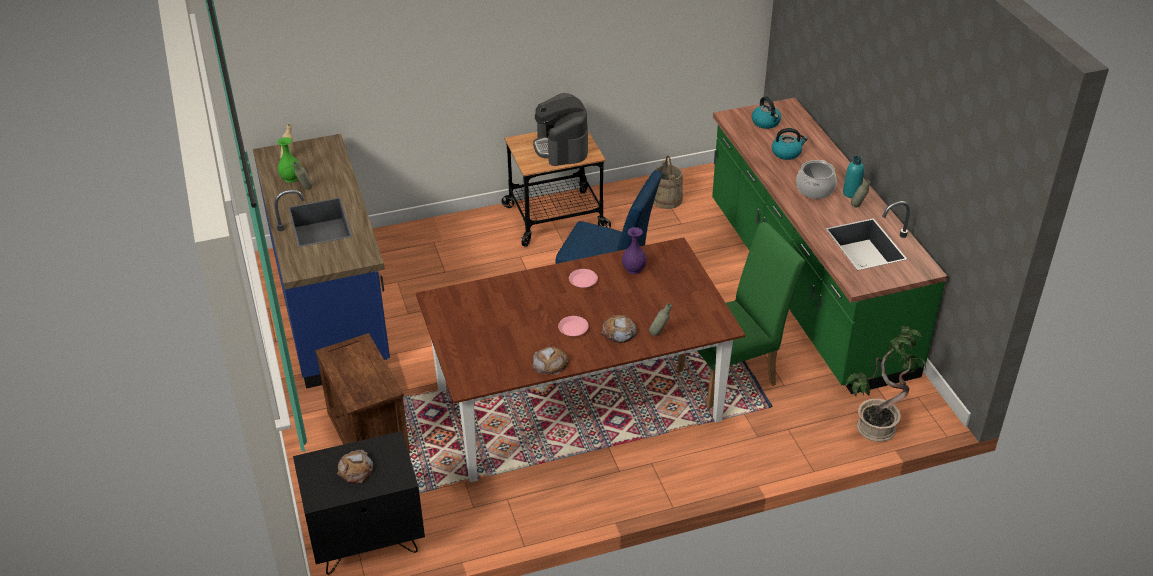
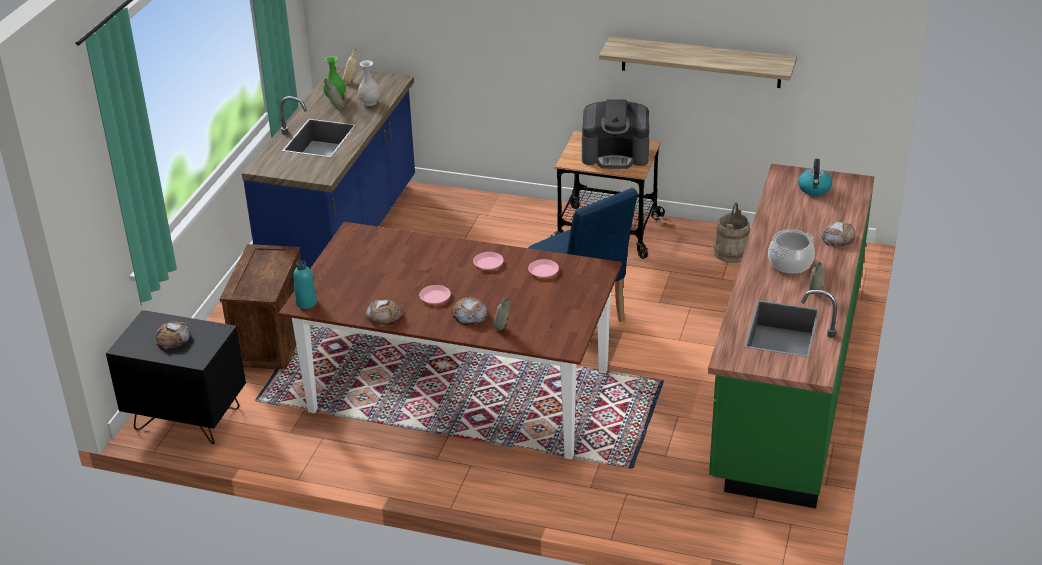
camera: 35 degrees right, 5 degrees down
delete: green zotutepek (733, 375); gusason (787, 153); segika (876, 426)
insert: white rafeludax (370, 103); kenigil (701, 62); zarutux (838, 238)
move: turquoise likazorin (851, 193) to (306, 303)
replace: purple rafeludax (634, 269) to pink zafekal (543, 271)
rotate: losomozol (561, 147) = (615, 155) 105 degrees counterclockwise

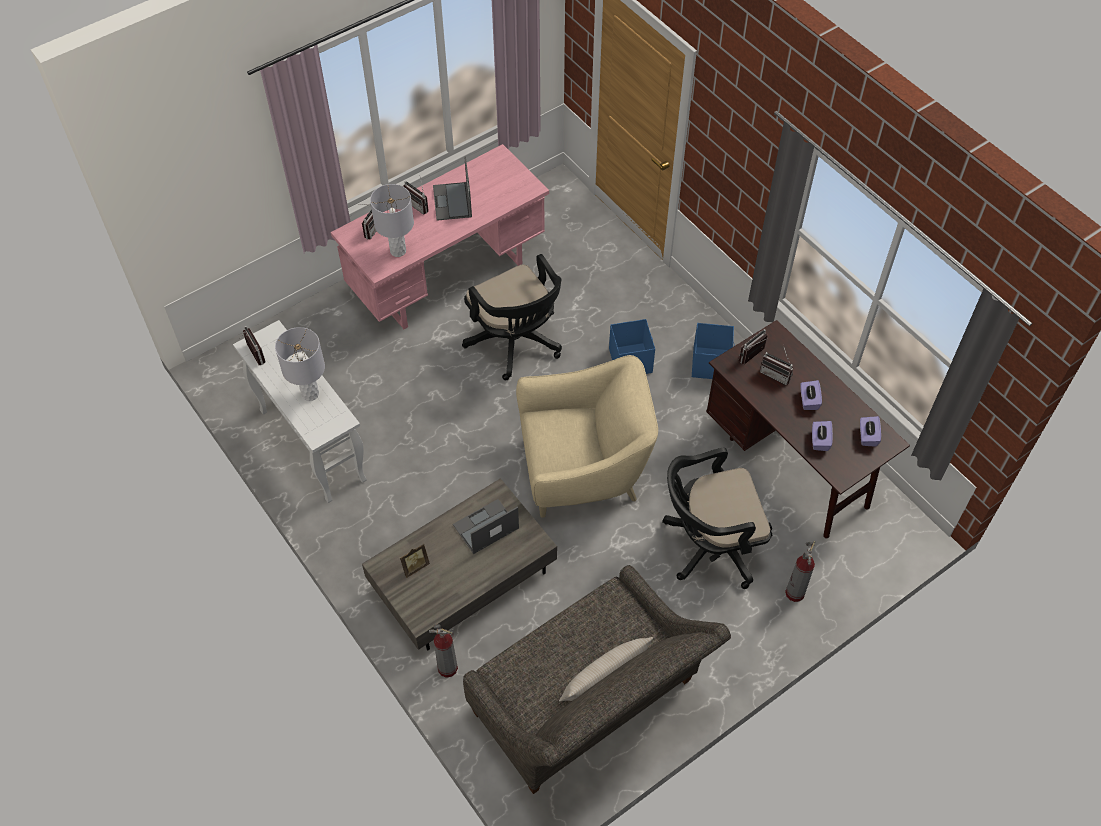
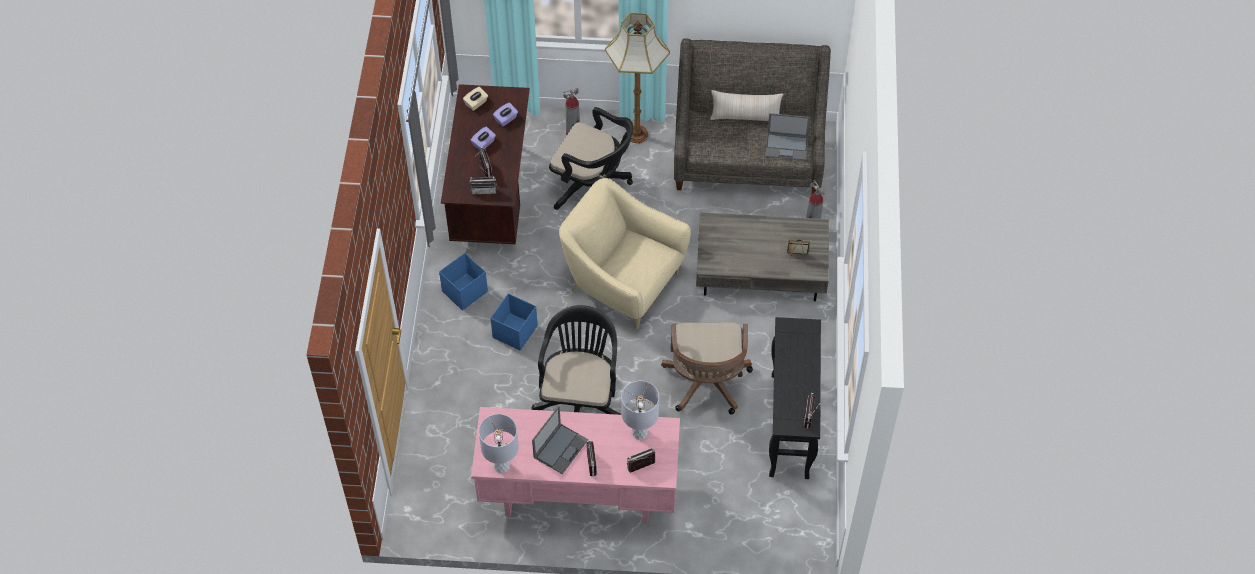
camera: 140 degrees left, 0 degrees up
insert: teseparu (636, 133); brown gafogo (706, 385)
move: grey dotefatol (310, 394) to (501, 466); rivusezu (485, 527) to (787, 146)
recolor: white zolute (311, 445) to black zolute (790, 426); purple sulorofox (867, 436) to beige sulorofox (476, 103)

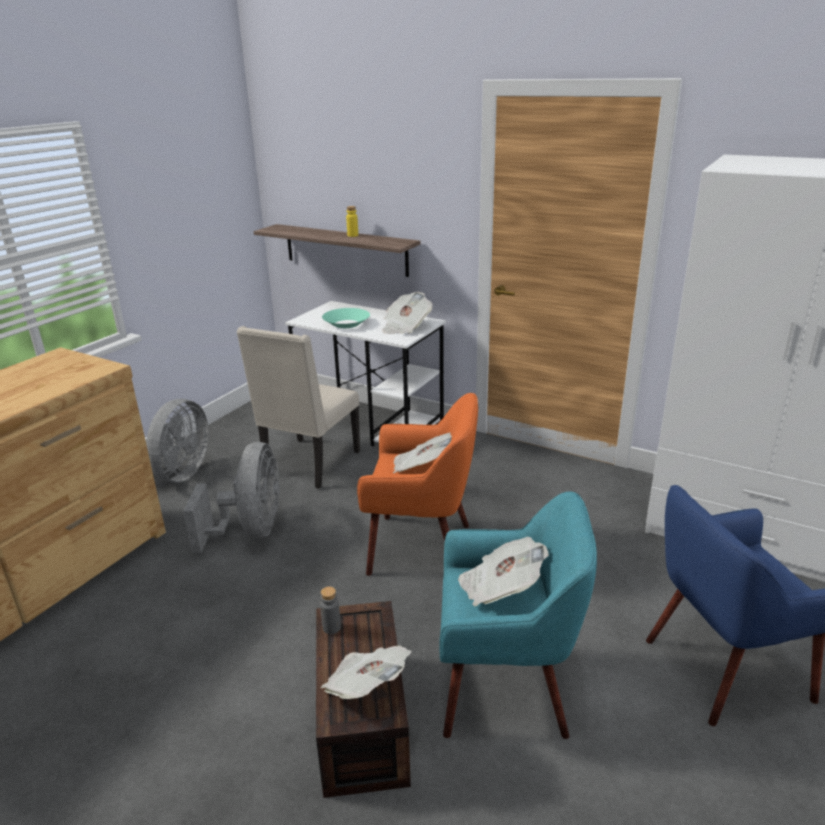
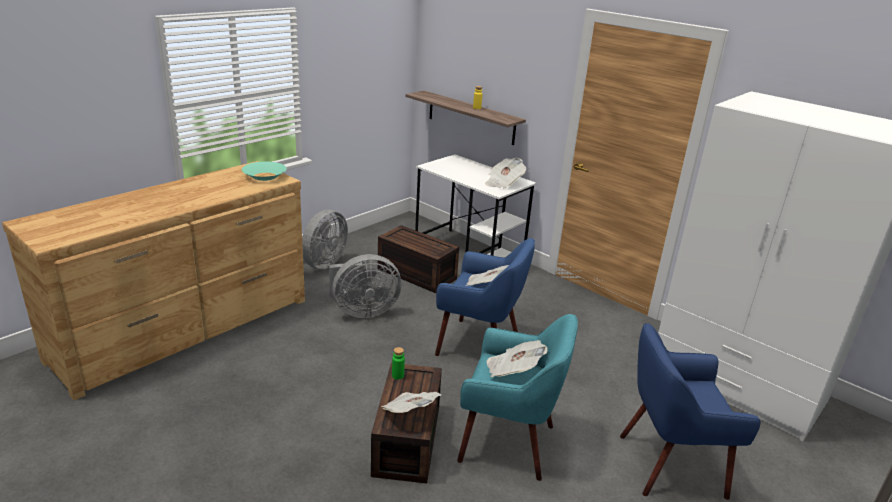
camera: 10 degrees right, 0 degrees up
move: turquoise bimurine (346, 324) to (264, 176)
replace: beige zotutepek (309, 464) to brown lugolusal (415, 274)
recolor: grey likazorin (331, 627) to green likazorin (398, 375); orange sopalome (421, 548) to blue sopalome (479, 345)
rotate: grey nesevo (251, 531) = (362, 311) 60 degrees clockwise

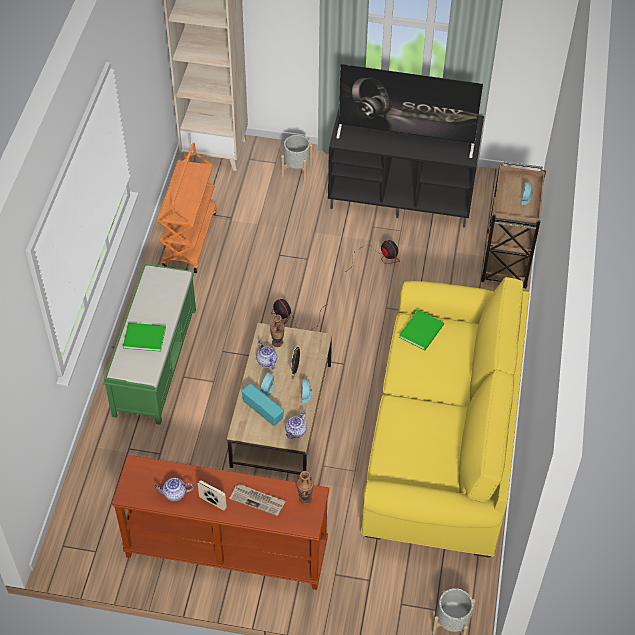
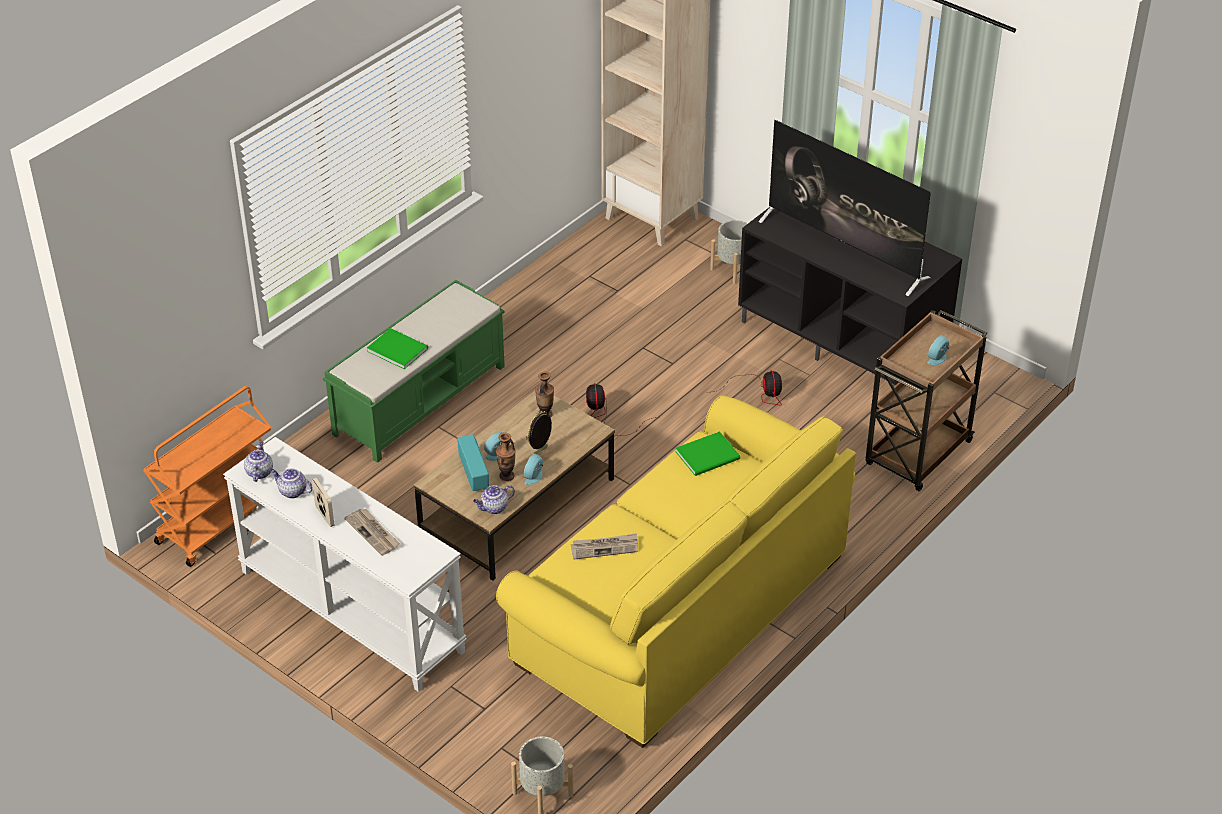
camera: 30 degrees right, 10 degrees down
insert: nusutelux (605, 547)
move: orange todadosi (189, 238) to (220, 520); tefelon (266, 361) to (259, 472); rafeludax (305, 499) to (506, 476)
recolor: brown zolute (225, 551) to white zolute (349, 611)

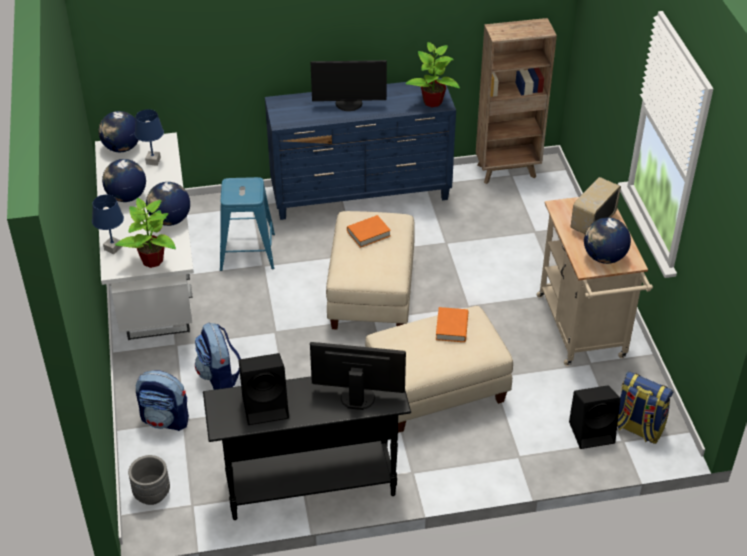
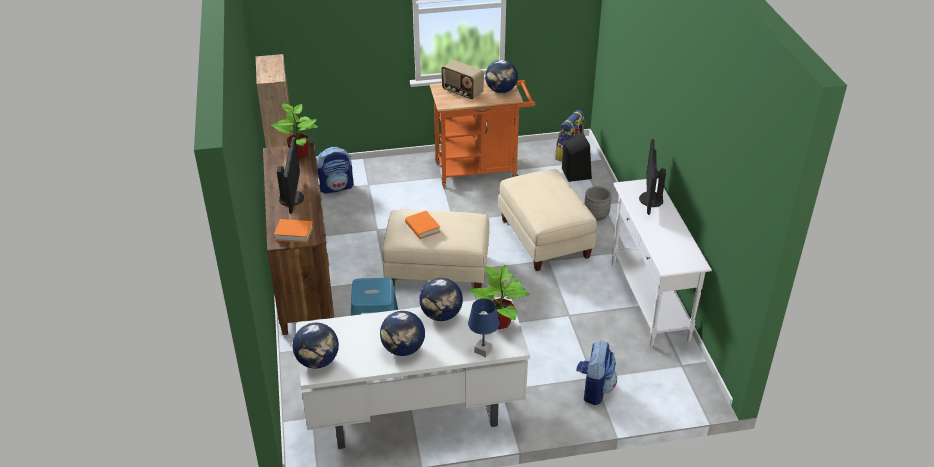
camera: 90 degrees left, 5 degrees down
delete: blue dotefatol (153, 161); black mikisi (266, 406)
move: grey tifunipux (152, 494) to (596, 215); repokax (219, 376) to (336, 187); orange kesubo (452, 327) to (294, 233)
recolor: black zolute (310, 486) to white zolute (649, 301); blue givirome (361, 195) to brown givirome (304, 277); beige todadosi (583, 332) to orange todadosi (481, 170)

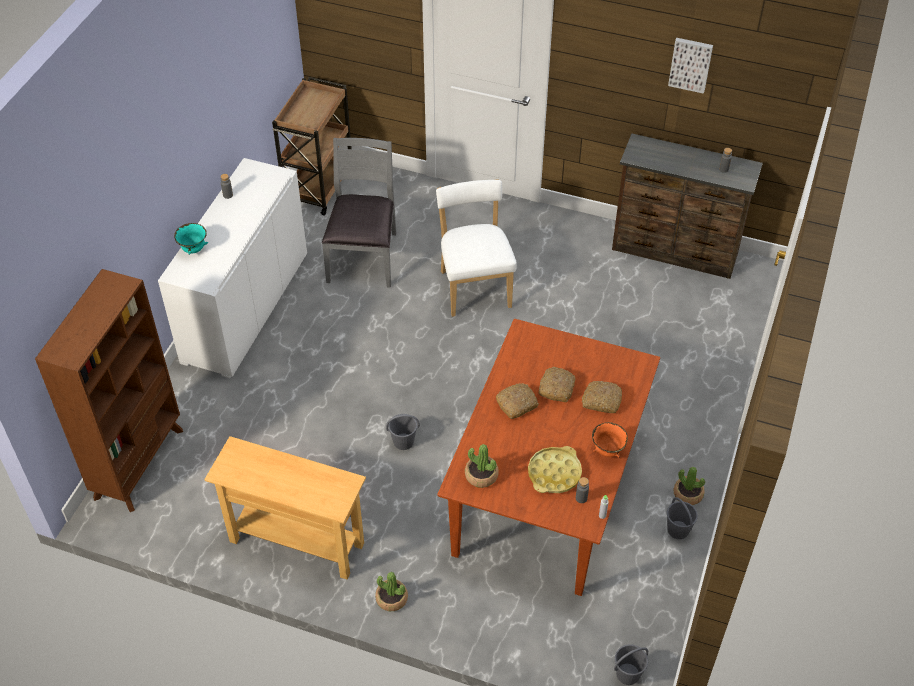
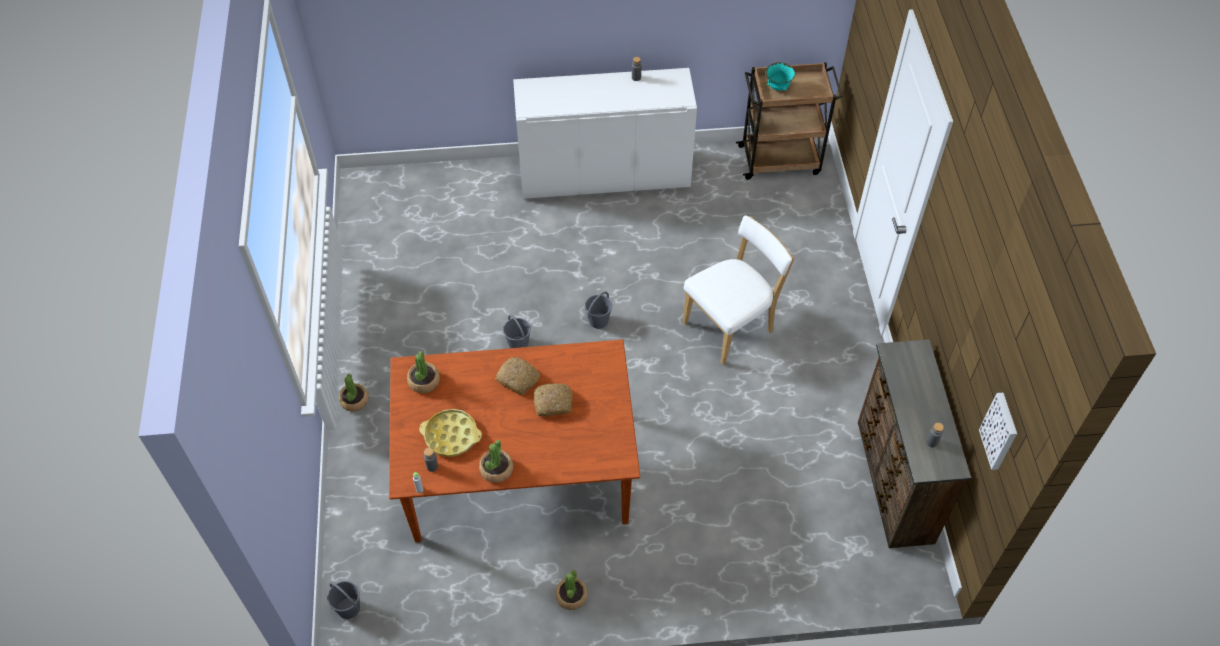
camera: 65 degrees right, 5 degrees up
delete: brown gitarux (140, 463); beige zolute (296, 542); grey zotutepek (364, 257); zarutux (601, 401)
move: turquoise bimurine (193, 249) to (778, 87); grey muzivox (678, 530) to (598, 321); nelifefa (690, 64) to (1001, 431)
replace: orange bimurine (607, 451) to segika (496, 469)

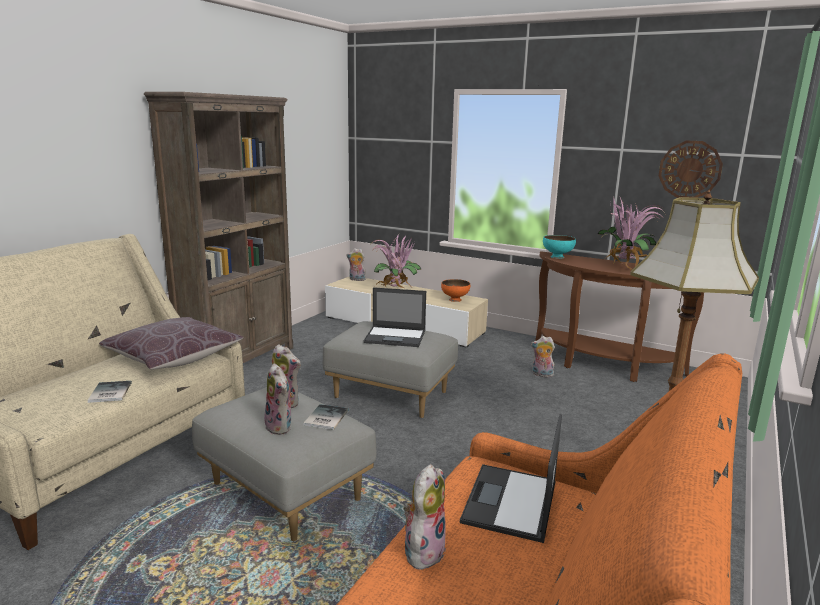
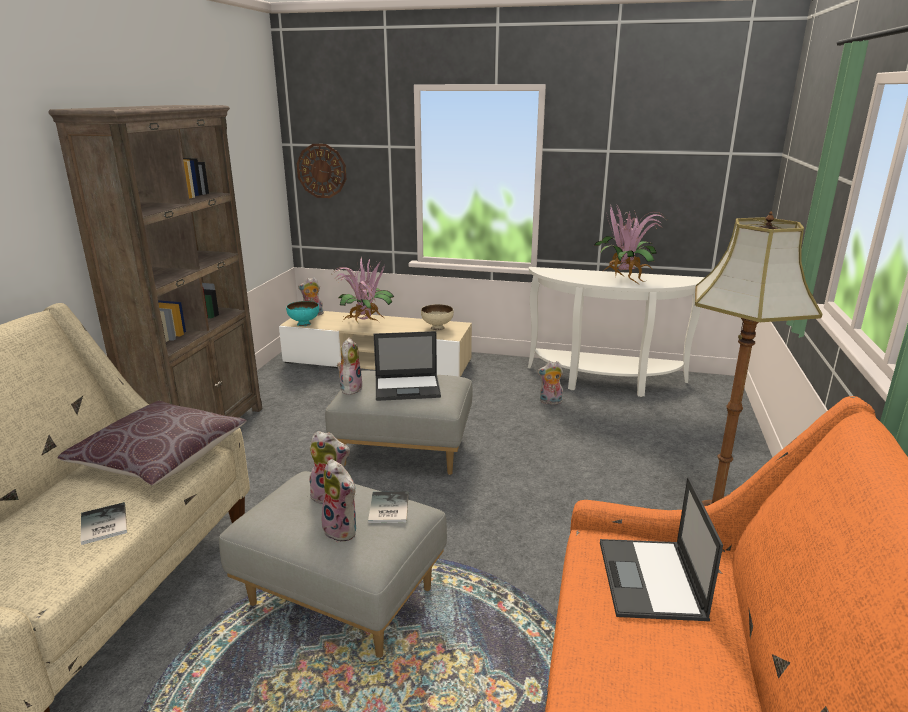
camera: 15 degrees left, 5 degrees up
move: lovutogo (423, 550) to (350, 388); turquoise bimurine (557, 257) to (304, 324); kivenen (689, 170) to (321, 171)
recolor: orange bimurine (455, 299) to beige bimurine (437, 328); brown zolute (603, 366) to white zolute (605, 382)

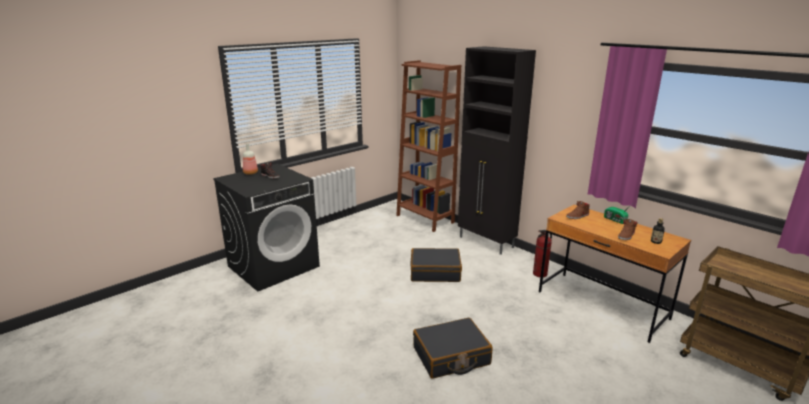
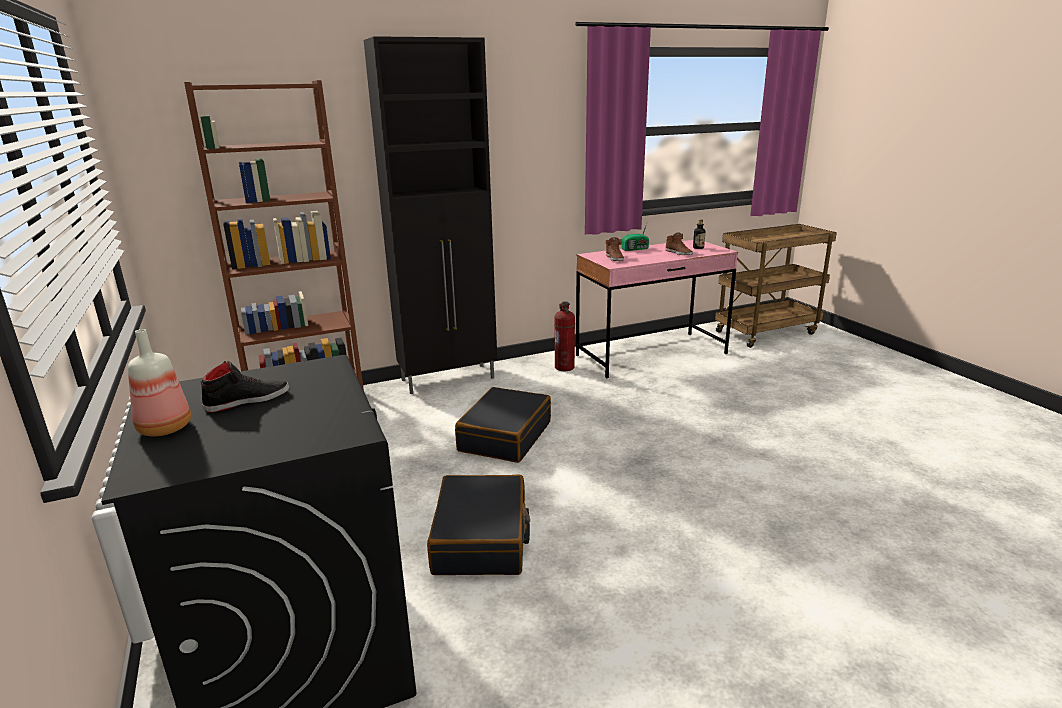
camera: 70 degrees left, 0 degrees up
move: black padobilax (451, 356) to (482, 539)
recolor: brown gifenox (602, 305) to pink gifenox (651, 355)

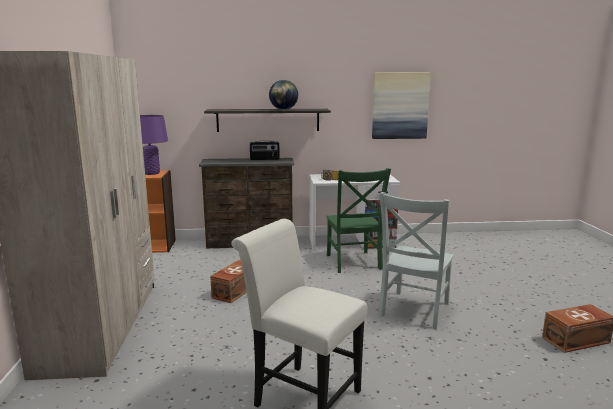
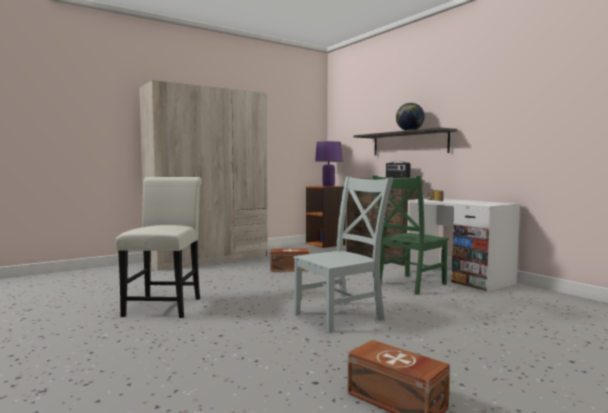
camera: 60 degrees right, 10 degrees down
delete: nelifefa (400, 105)
rotate: grey zotutepek (413, 311) = (341, 316) 150 degrees clockwise

